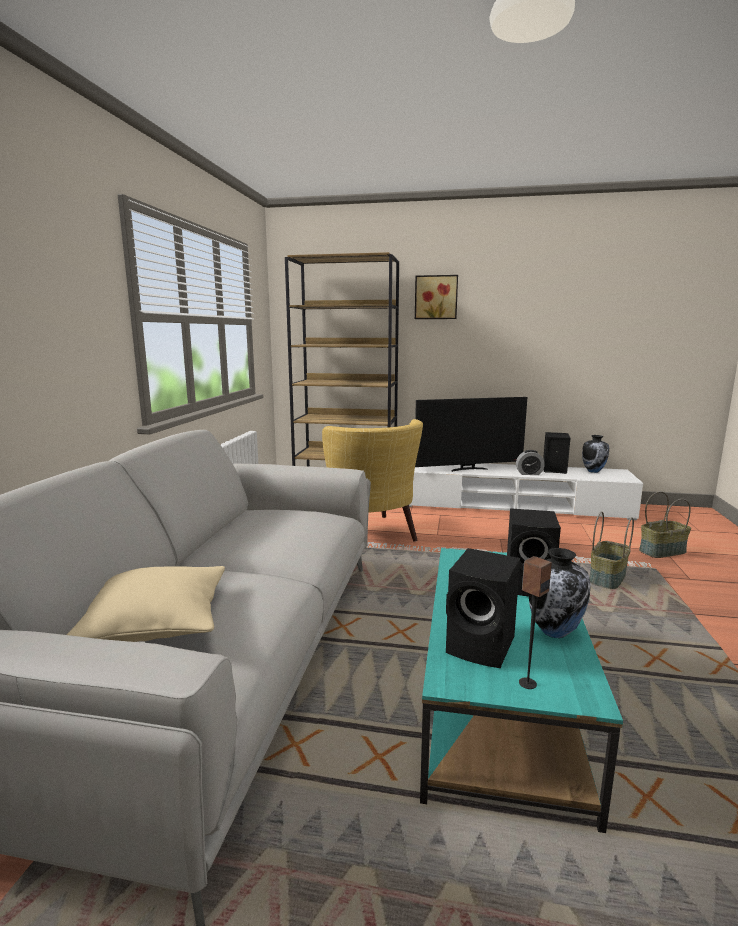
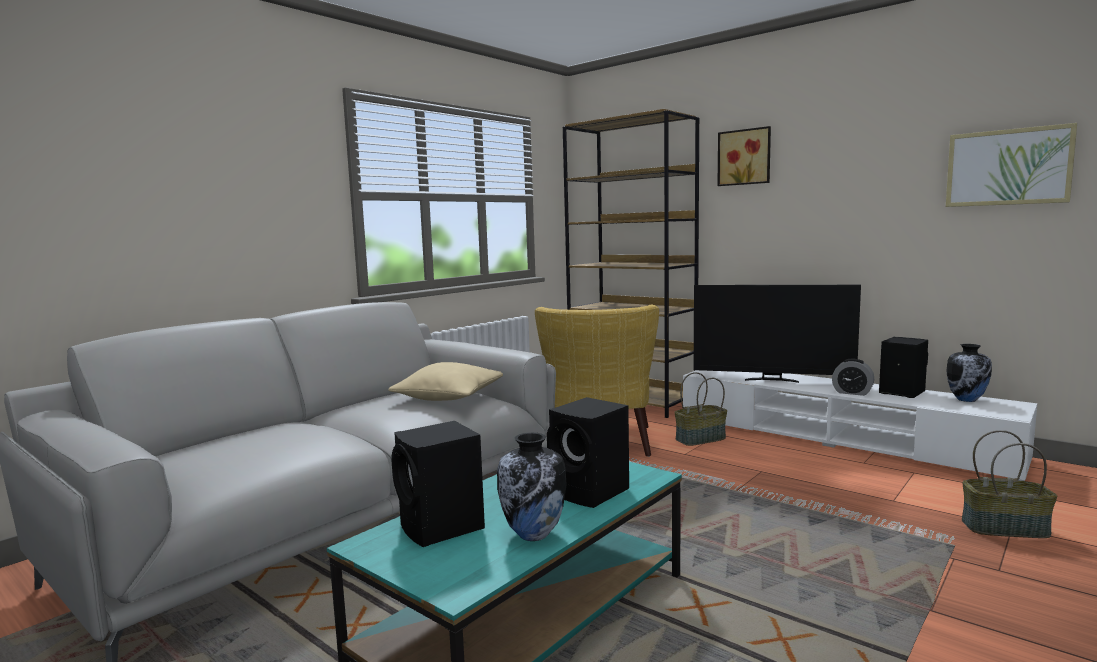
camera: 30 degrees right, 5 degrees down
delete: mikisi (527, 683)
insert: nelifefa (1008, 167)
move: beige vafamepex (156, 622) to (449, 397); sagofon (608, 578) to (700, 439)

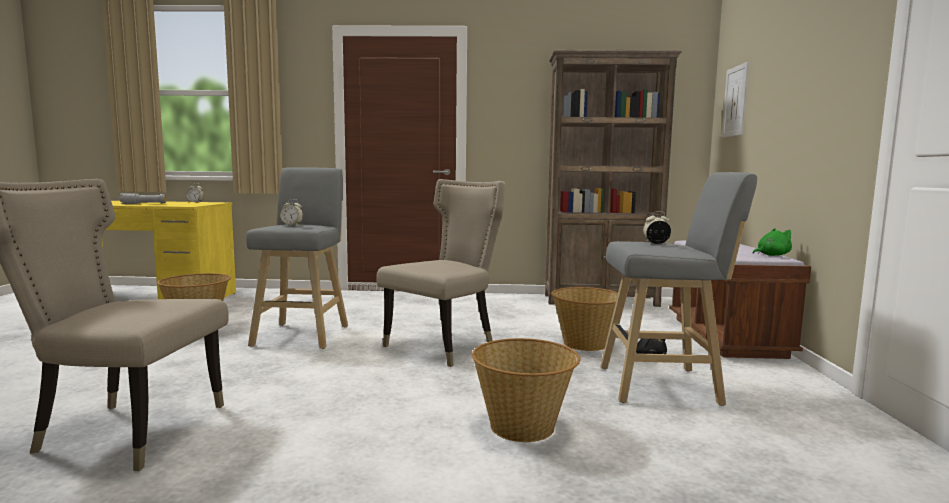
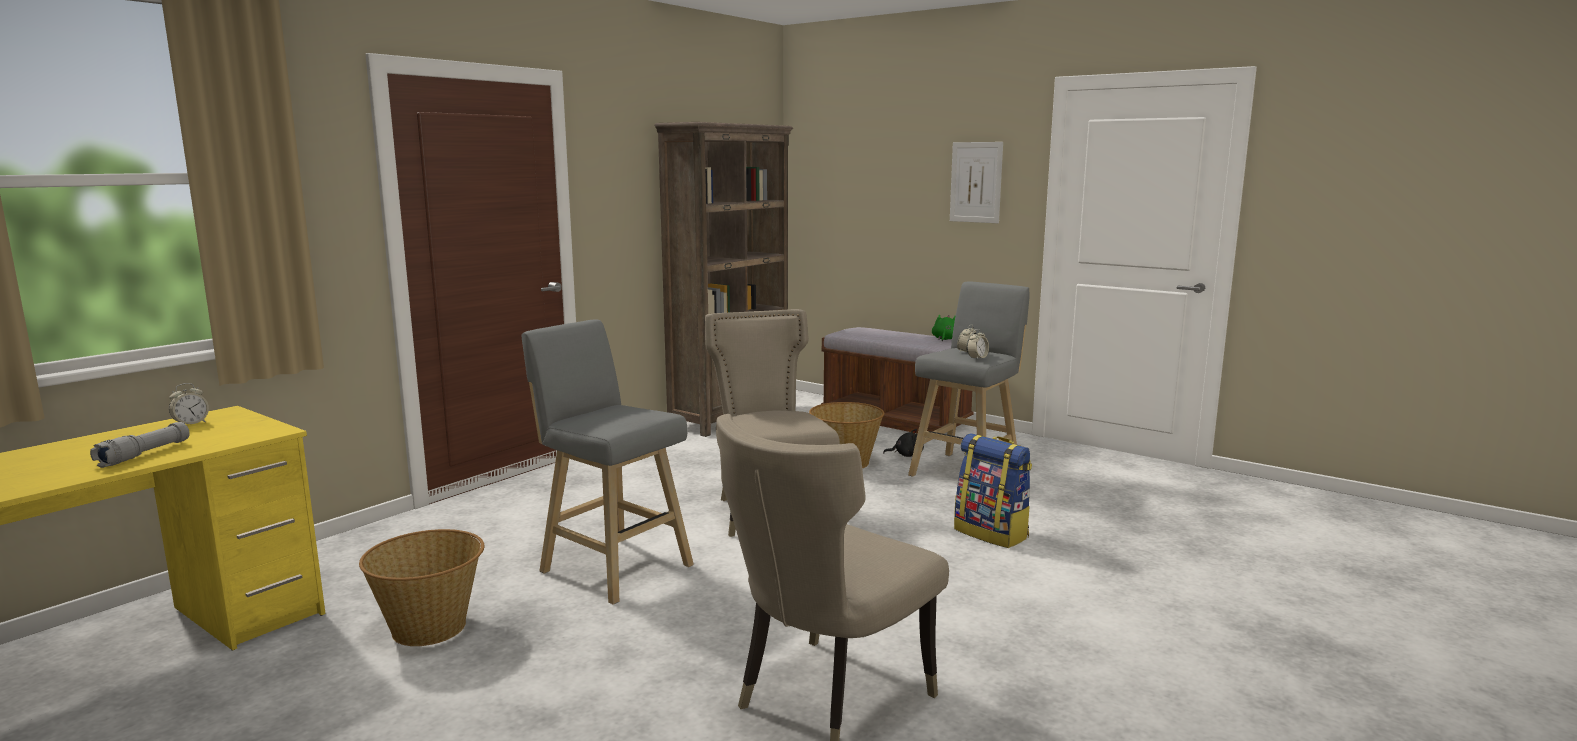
camera: 55 degrees left, 5 degrees up
move: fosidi (292, 225) to (977, 358); nelifefa (735, 101) to (976, 182)
replace: sagofon (523, 426) to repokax (992, 533)

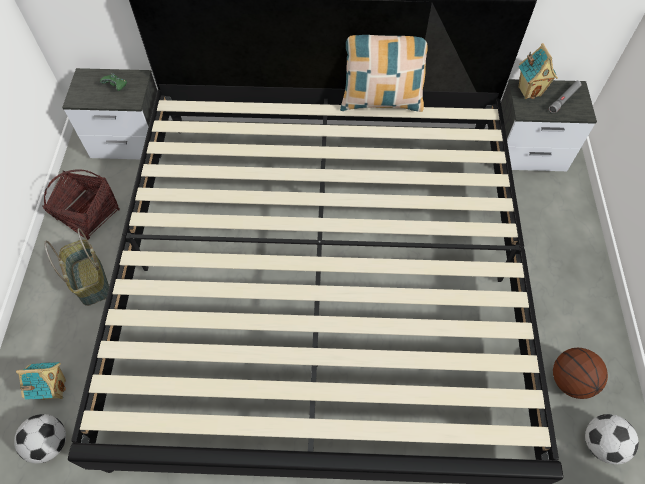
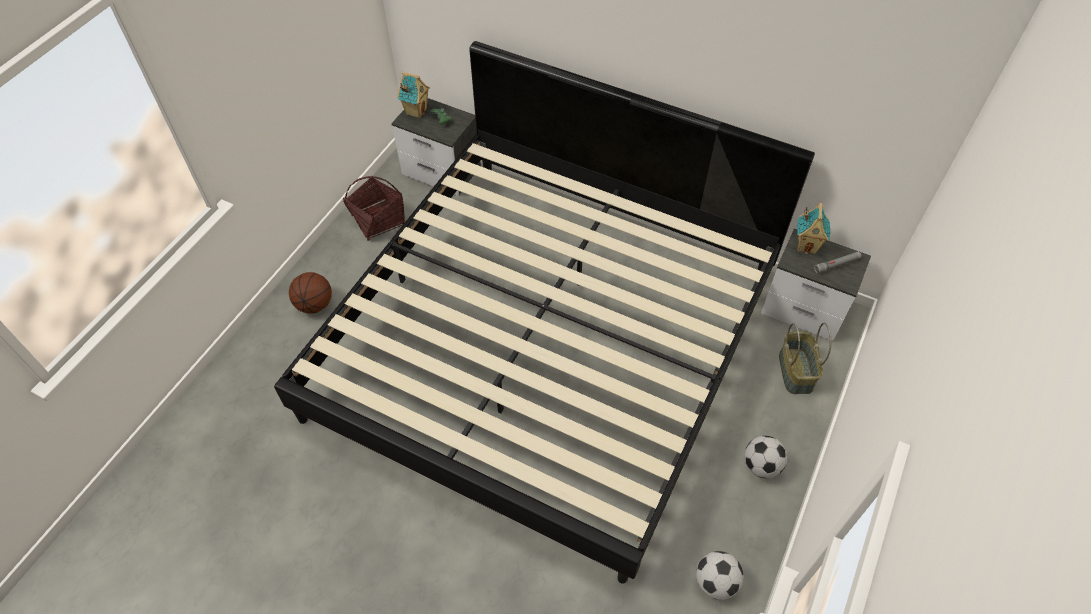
camera: 25 degrees right, 5 degrees down
delete: vafamepex (381, 101)
move: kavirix (50, 443) to (761, 466); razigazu (53, 389) to (416, 111); sagofon (91, 280) to (796, 372); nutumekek (570, 380) to (314, 304)

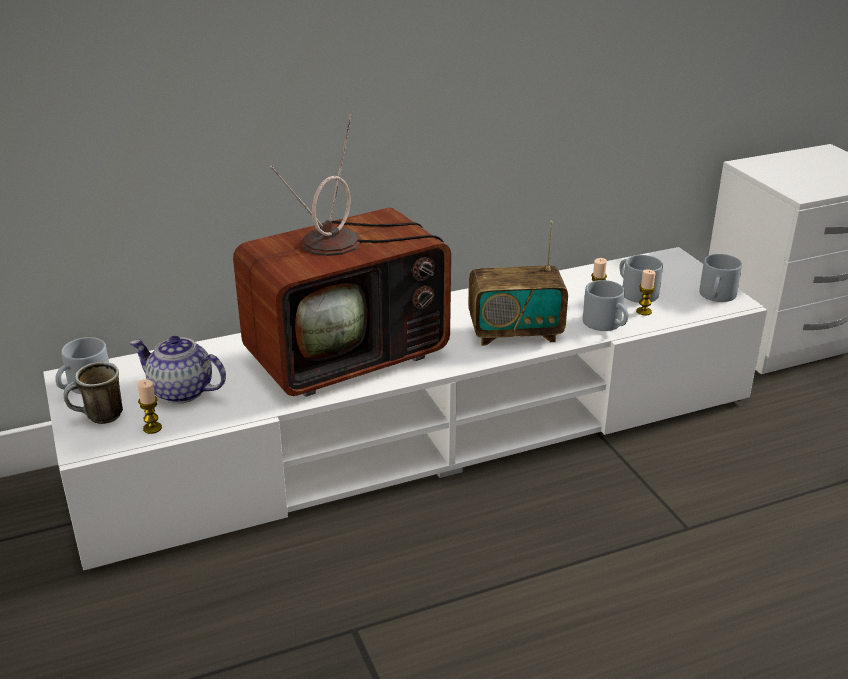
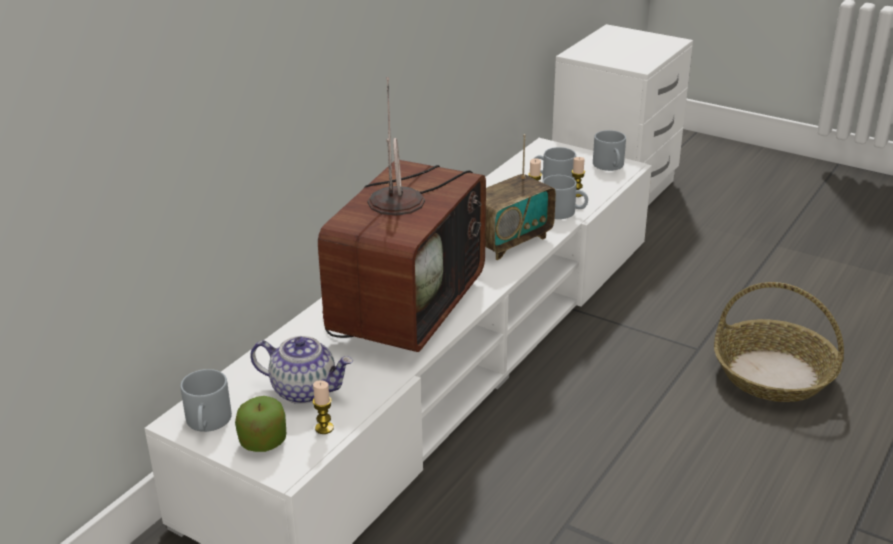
camera: 35 degrees left, 0 degrees up
insert: sagofon (774, 374)
replace: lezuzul (98, 418) to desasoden (263, 442)
rotate: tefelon (180, 391) = (305, 390) 150 degrees counterclockwise

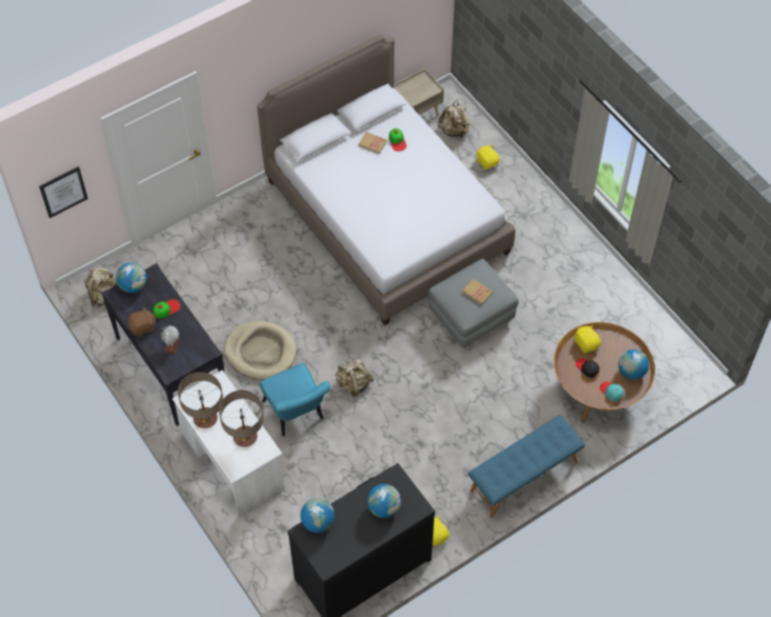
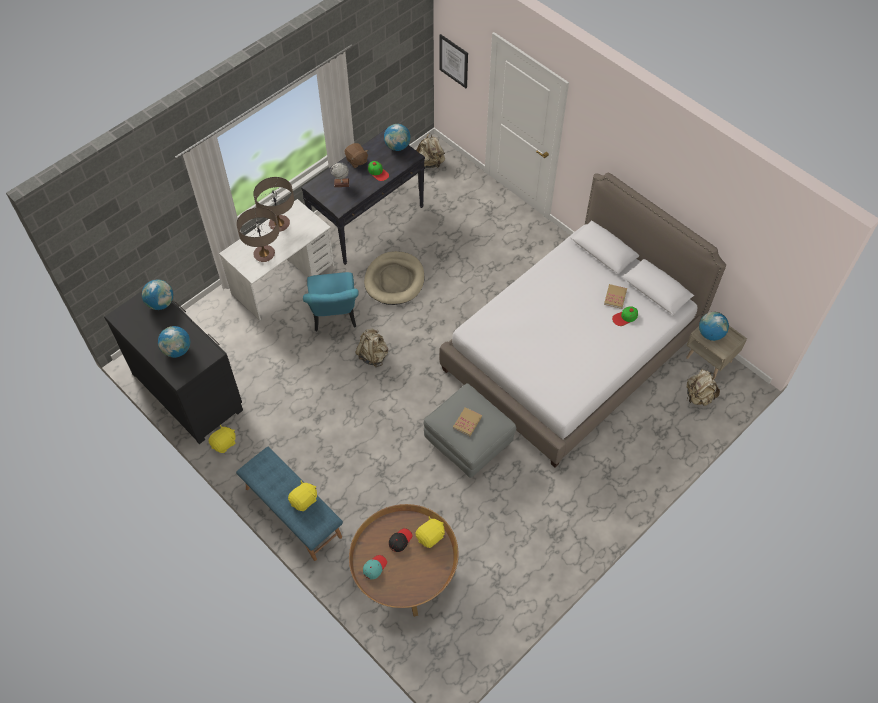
camera: 80 degrees right, 0 degrees up
move: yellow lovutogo (487, 162) to (304, 500); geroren (631, 372) to (710, 334)
rotate: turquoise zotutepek (296, 415) = (334, 317) 60 degrees counterclockwise

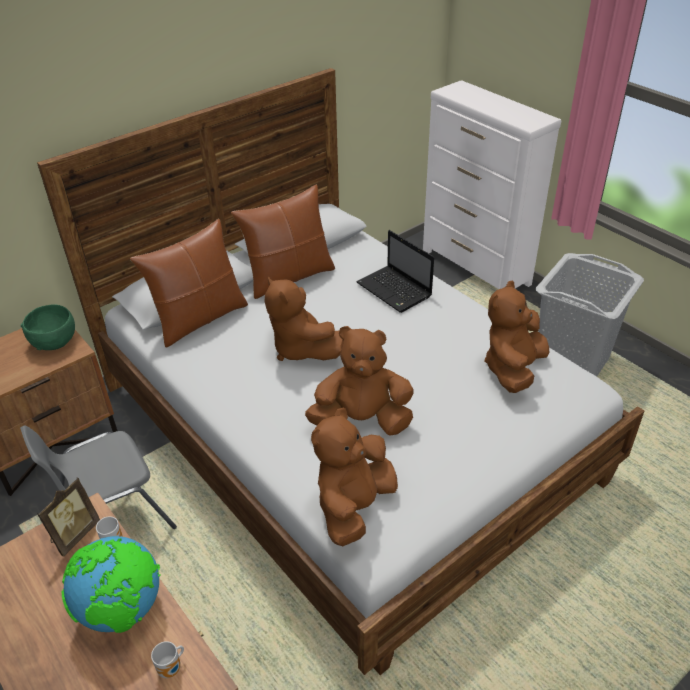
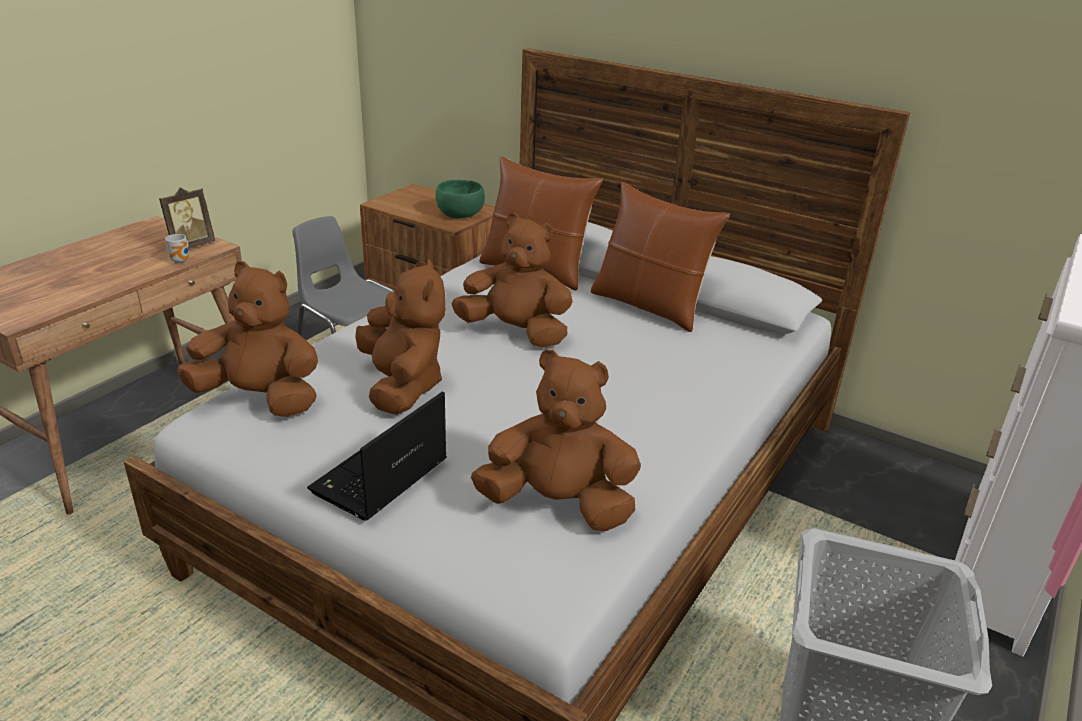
camera: 70 degrees right, 10 degrees down
delete: geroren (123, 609); lezuzul (172, 669)
move: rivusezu (395, 290) to (378, 478)
rotate: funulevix (74, 534) = (190, 246) 60 degrees counterclockwise; brown lovutogo (301, 349) = (516, 332) 75 degrees clockwise

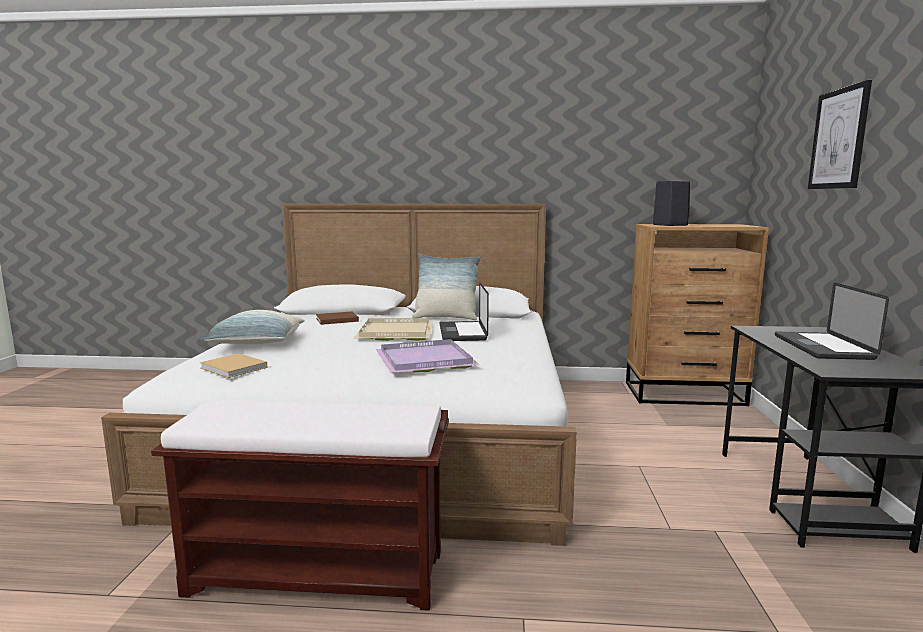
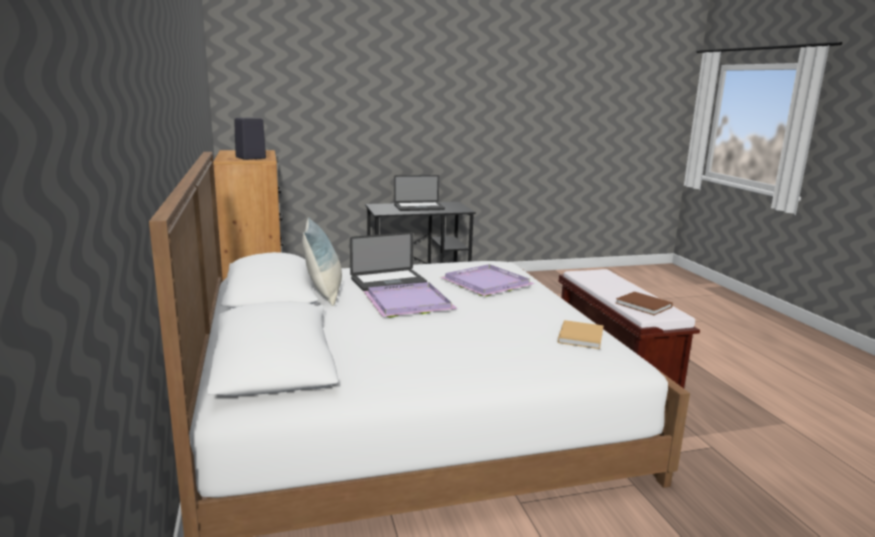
camera: 110 degrees left, 5 degrees up
delete: vafamepex (257, 344); nelifefa (839, 139)
move: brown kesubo (335, 320) to (644, 305)
recolor: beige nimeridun (396, 333) to purple nimeridun (409, 302)

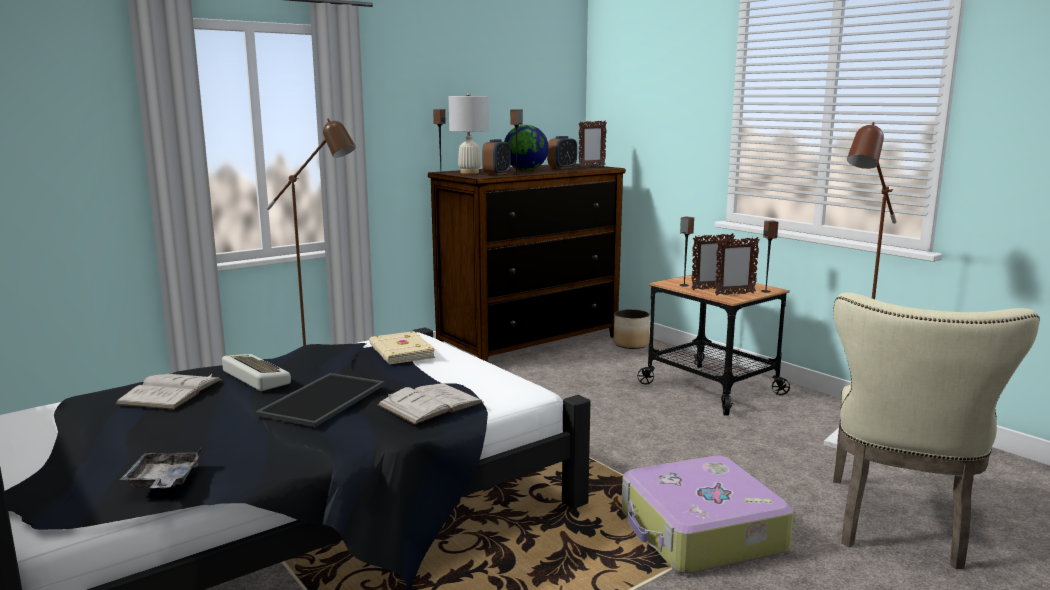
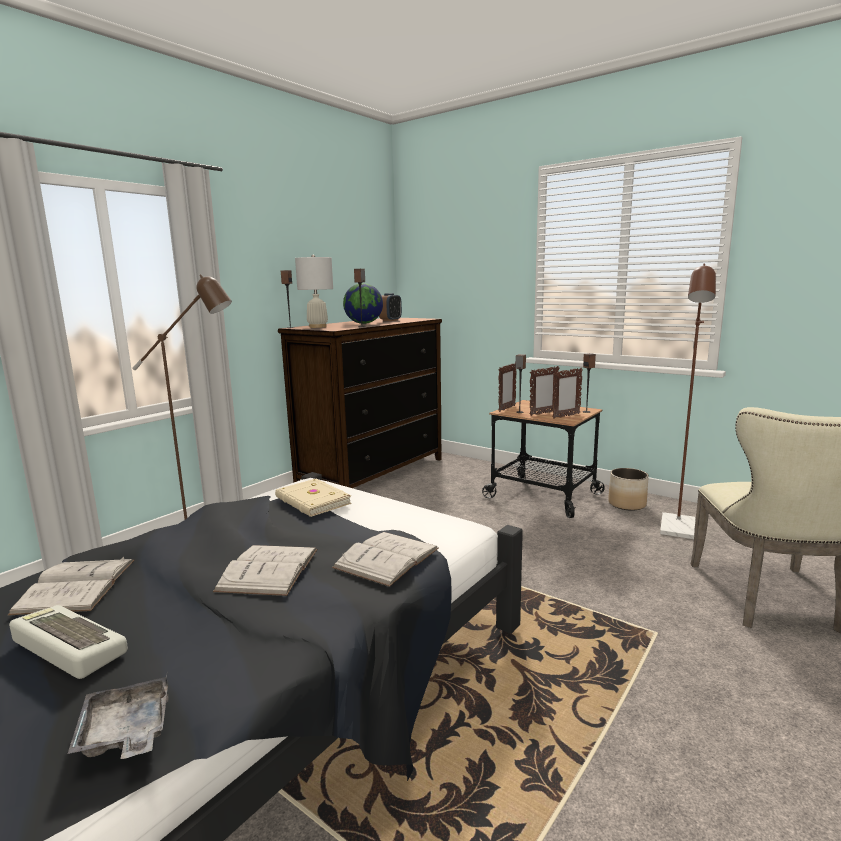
camera: 15 degrees left, 0 degrees up
delete: fosidi (496, 174); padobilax (700, 533)
move: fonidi (253, 378) to (65, 648); funulevix (591, 167) to (506, 408); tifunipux (630, 344) to (626, 504)
replace: nimeridun (322, 399) to white kesubo (268, 569)

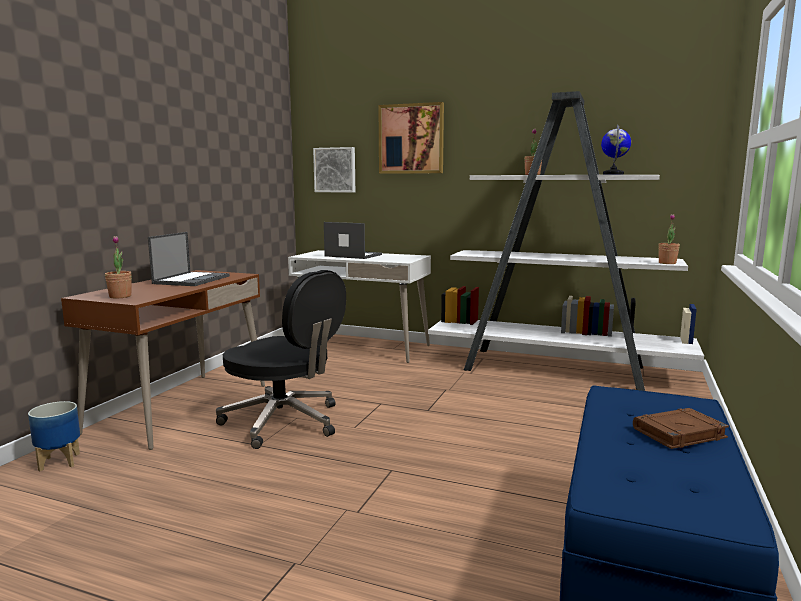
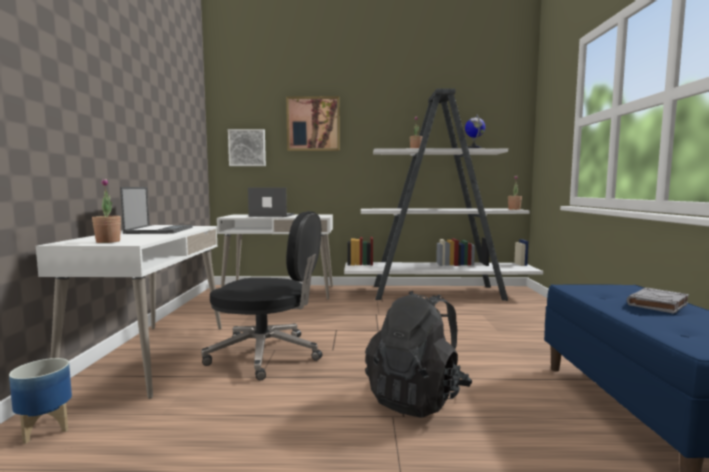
camera: 20 degrees left, 5 degrees down
insert: black repokax (417, 398)
recolor: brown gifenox (180, 408) to white gifenox (151, 356); brown kesubo (678, 433) to grey kesubo (657, 304)

